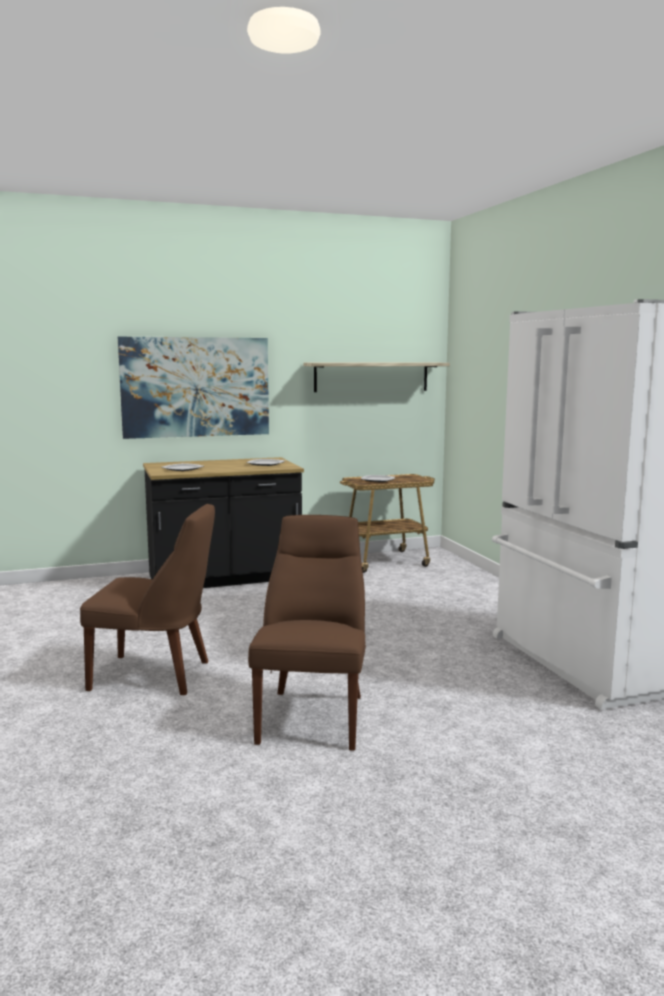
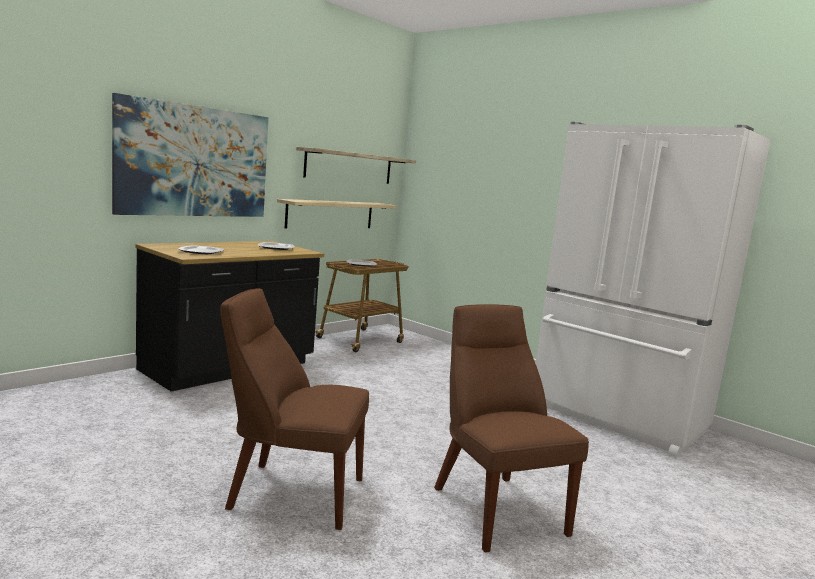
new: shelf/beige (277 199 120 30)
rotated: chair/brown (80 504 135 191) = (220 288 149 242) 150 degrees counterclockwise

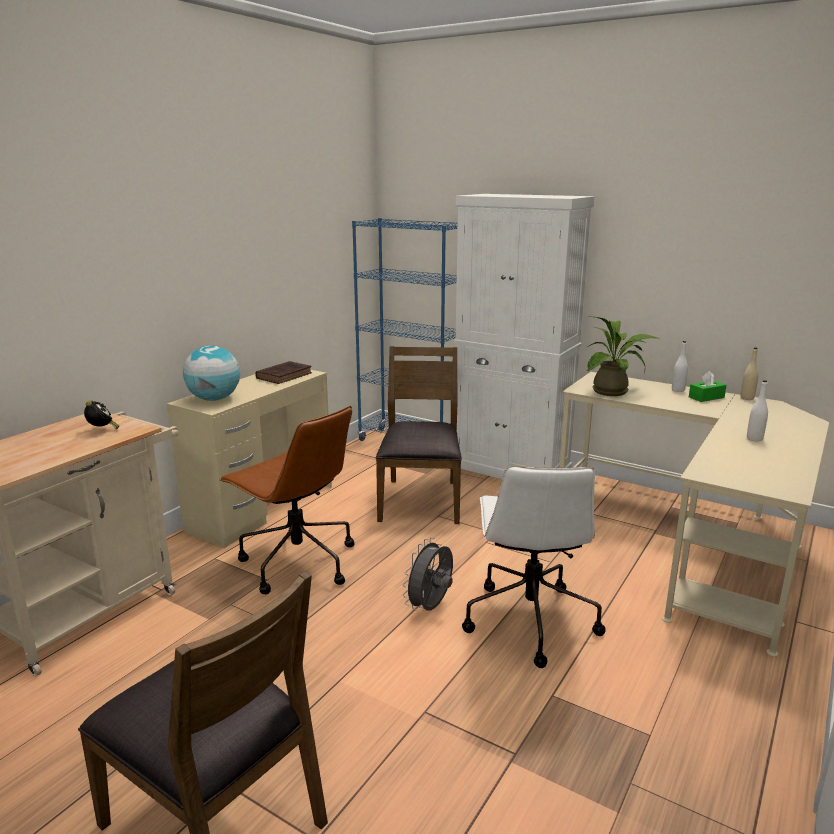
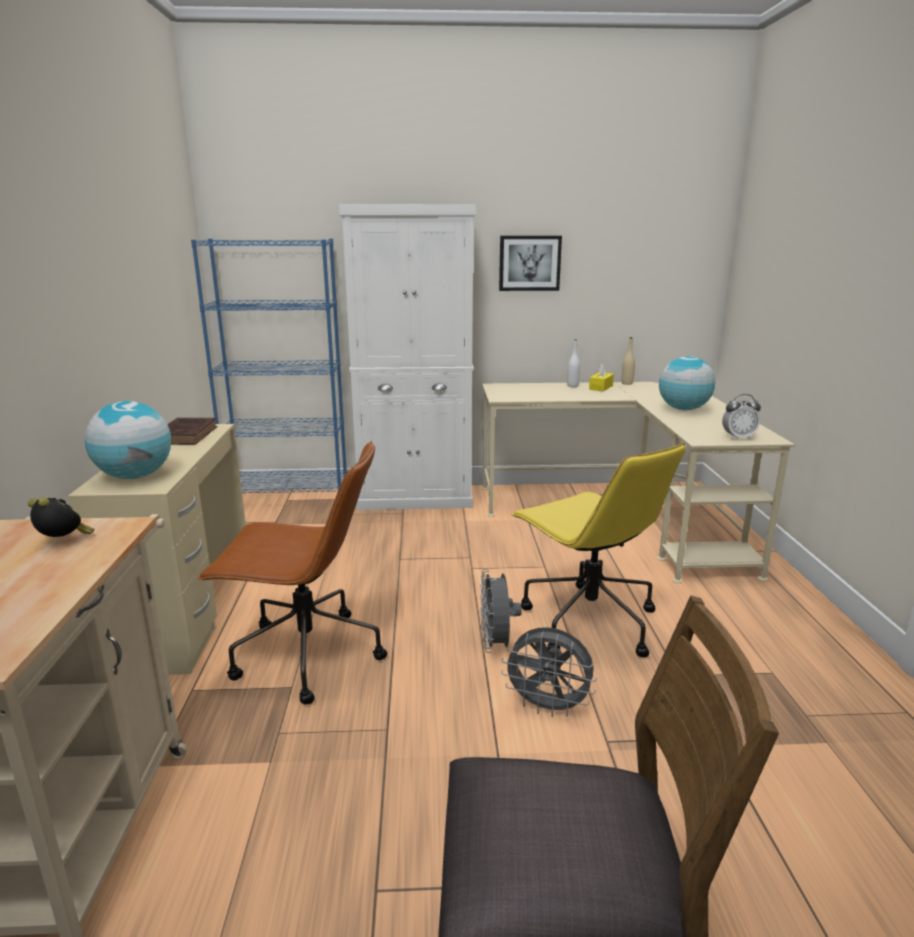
gone: chair/brown (376 346 86 178); potted plant (587 316 73 80)
new: picture (499 236 63 55); fan/grey (501 627 96 90); alarm clock (722 394 39 46)
swapped: bottle/white (747 380 21 61) to globe (659 356 56 54)
repainted: office chair/white (462 466 144 202) to office chair/yellow (511 443 175 214); tissue box/green (689 371 37 31) to tissue box/yellow (589 364 25 28)

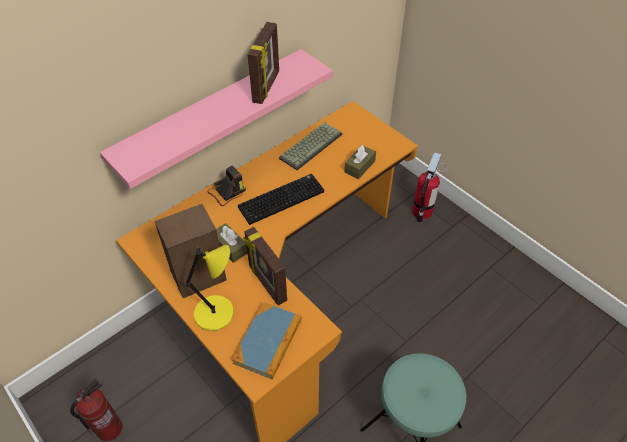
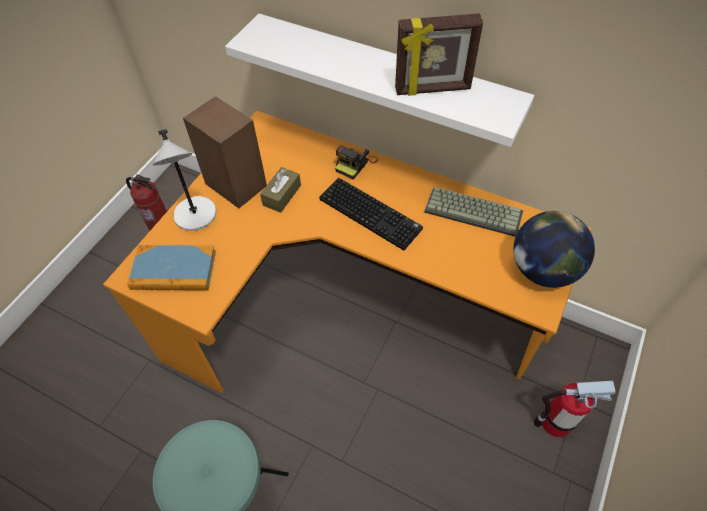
gone: picture frame (243 227 44 79); tissue box/brown (345 145 31 34)
new: globe (513 211 82 77)
repainted: shelf/pink (100 49 233 140) to shelf/white (225 14 310 133); table lamp/yellow (186 245 48 86) to table lamp/grey (152 129 64 102)
rotated: photo camera (207 165 39 41) = (335 145 43 34) 90 degrees clockwise

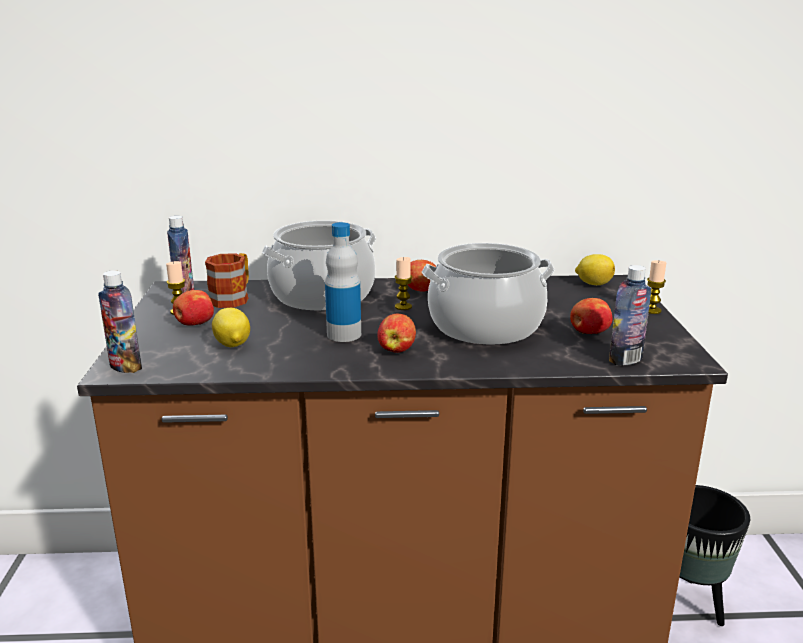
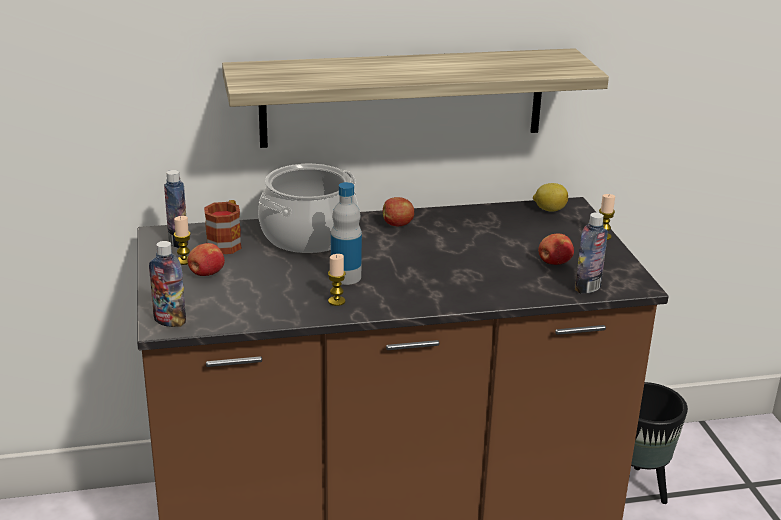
gone: lemon (212 308 38 39); apple (377 314 39 39); cooking pot (422 243 133 101)
new: shelf (222 48 387 100)
shifted: candle (395 257 17 53) to (328 254 18 52)

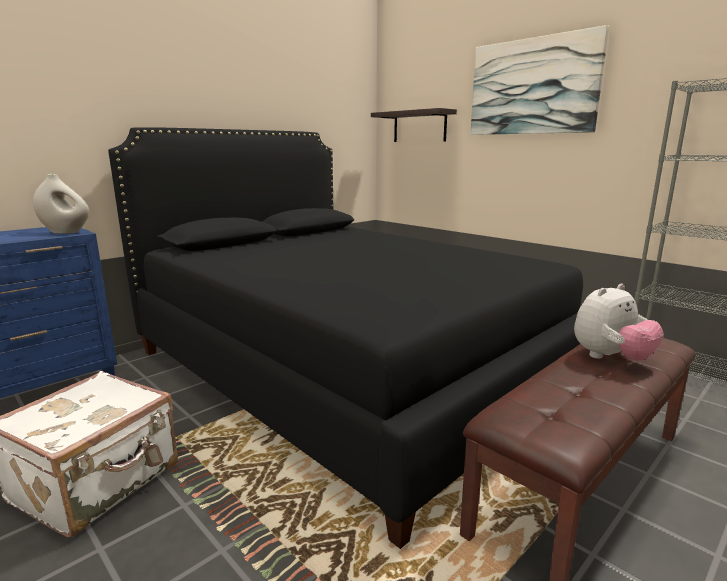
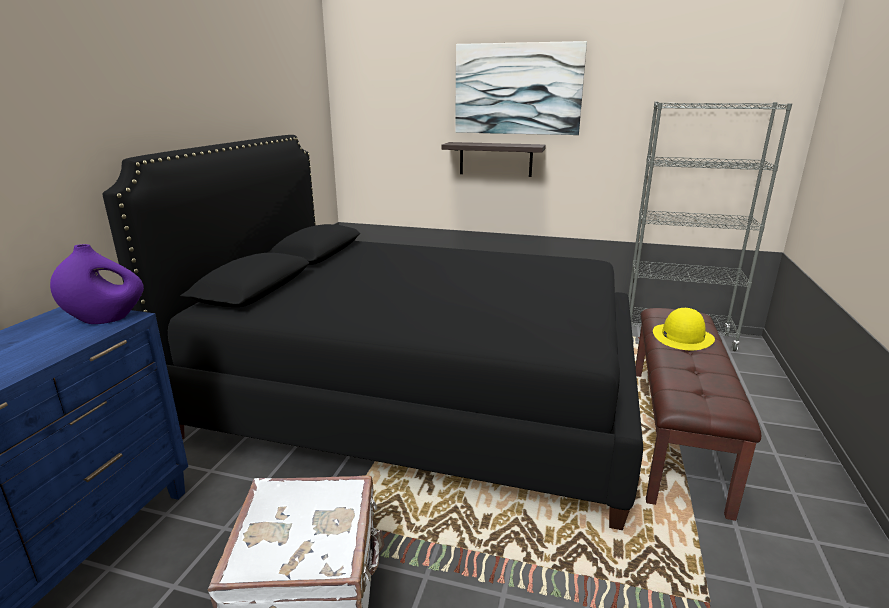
shifted: shelf (371 108 86 34) to (442 142 104 35)
swapped: plush toy (574 284 90 77) to hat/yellow (653 308 62 42)
repainted: vase/white (33 174 56 60) to vase/purple (50 244 94 80)

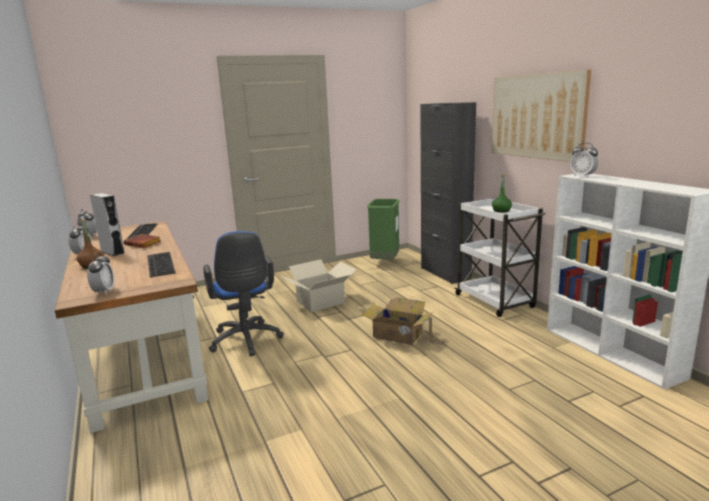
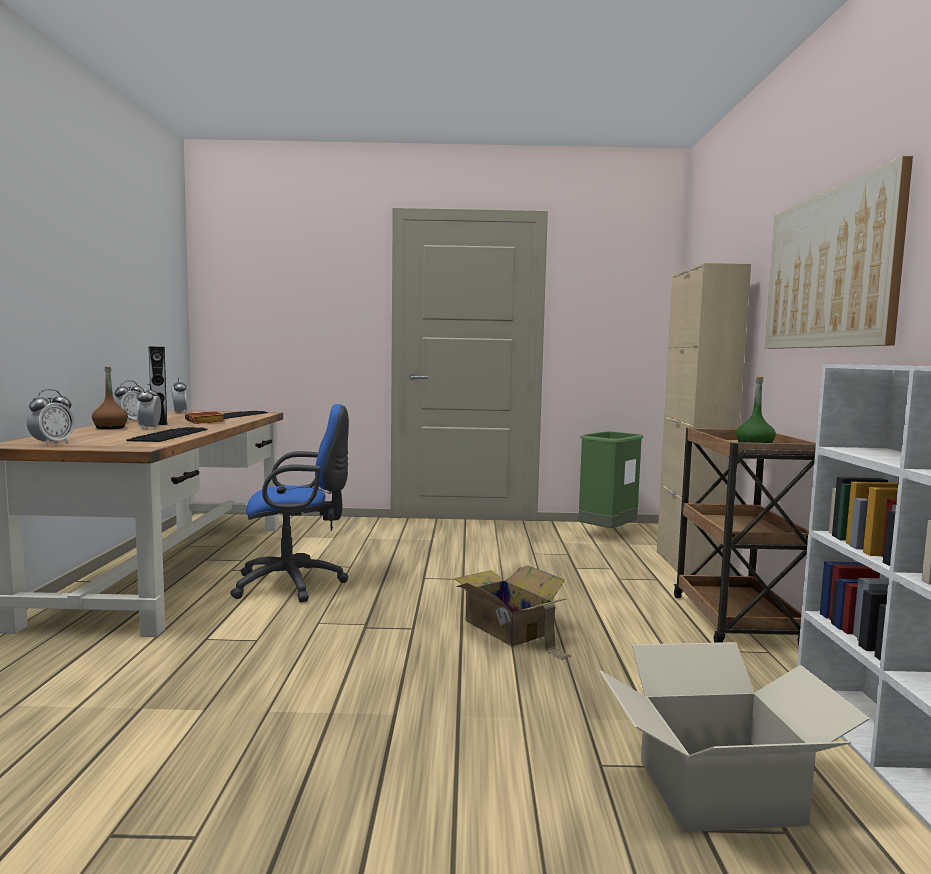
shifted: cardboard box (280 260 77 52) to (600 642 270 190); alarm clock (570 143 29 35) to (137 384 24 46)
repainted: cabinet/black (420 102 56 182) to cabinet/beige (657 263 94 313); cart/white (455 198 91 119) to cart/brown (674 428 142 217)
rotated: office chair/blue (203 231 81 125) = (230 404 119 198) 105 degrees counterclockwise

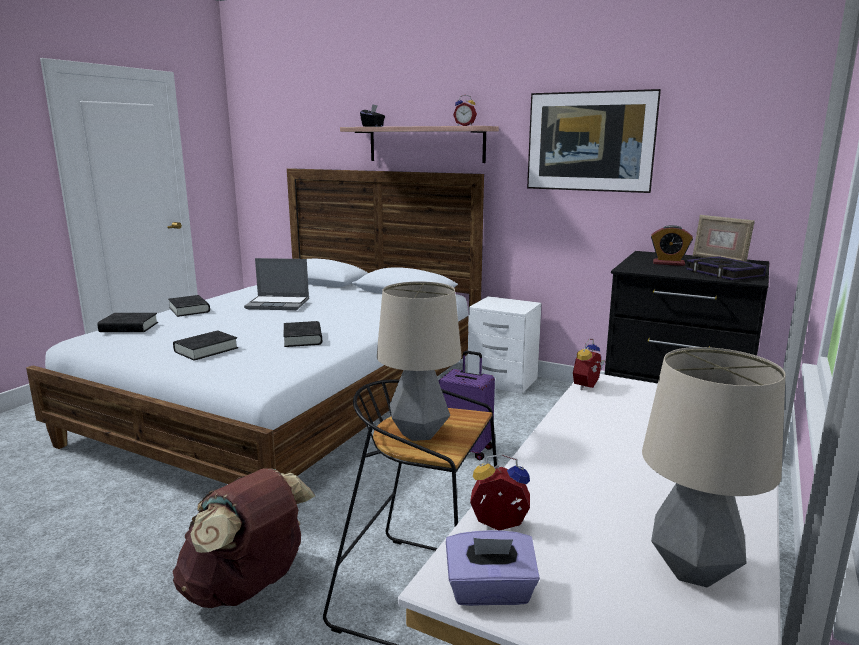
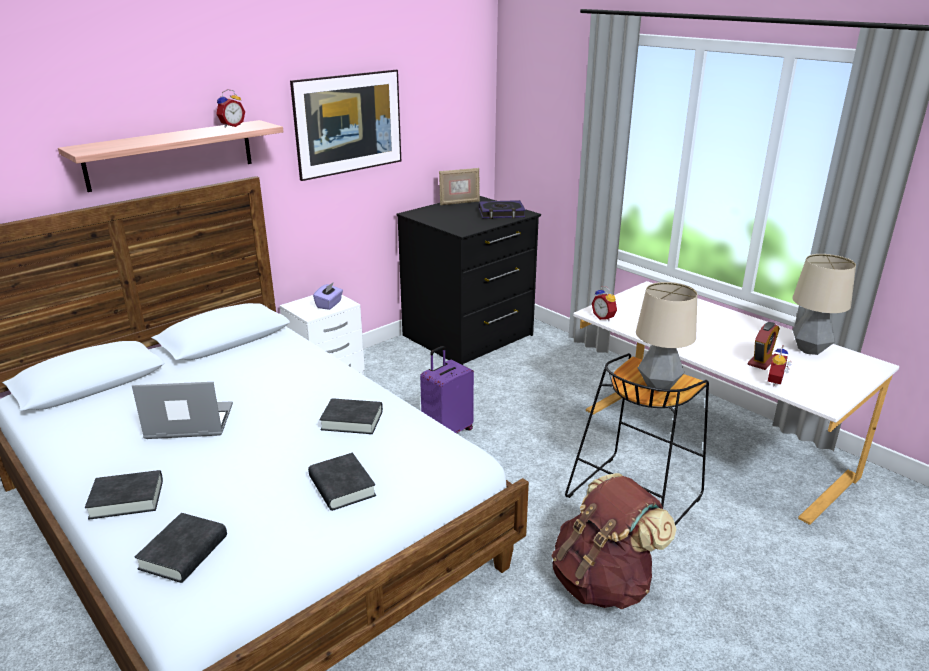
gone: tissue box/black (360 104 25 23)
shifted: tissue box/purple (446 530 94 76) to (313 282 30 28); alarm clock (651 225 42 41) to (748 322 31 48)
rotated: laptop (244 258 65 52) = (132 382 101 57) 120 degrees counterclockwise

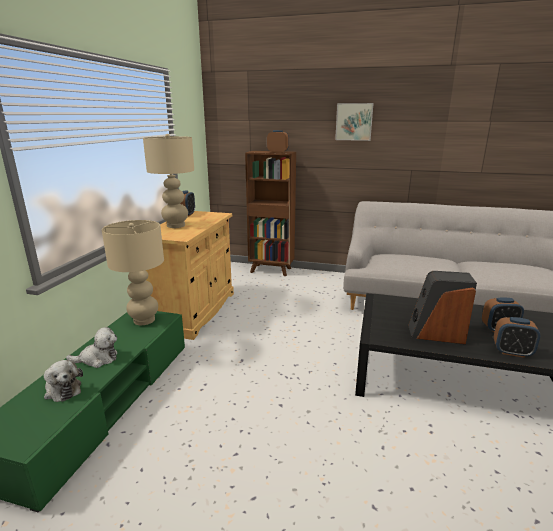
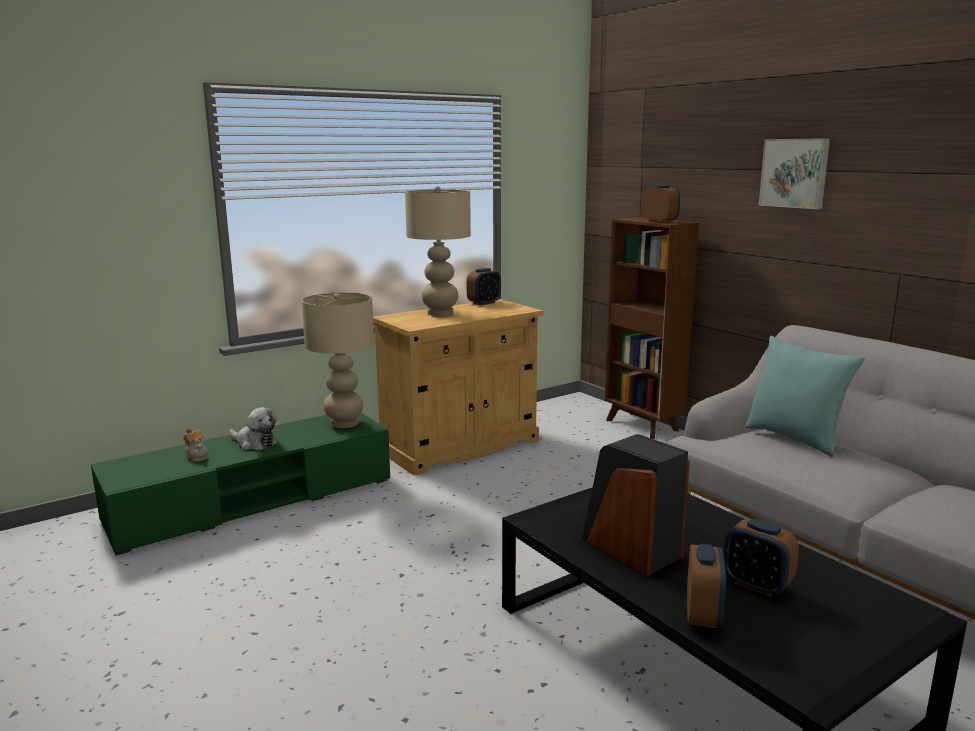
new: pillow/turquoise (745 336 120 121)
swapped: plush toy (44 360 39 42) to teapot (183 428 25 34)
rotated: alarm clock (494 317 47 41) = (687 544 39 84) 135 degrees counterclockwise

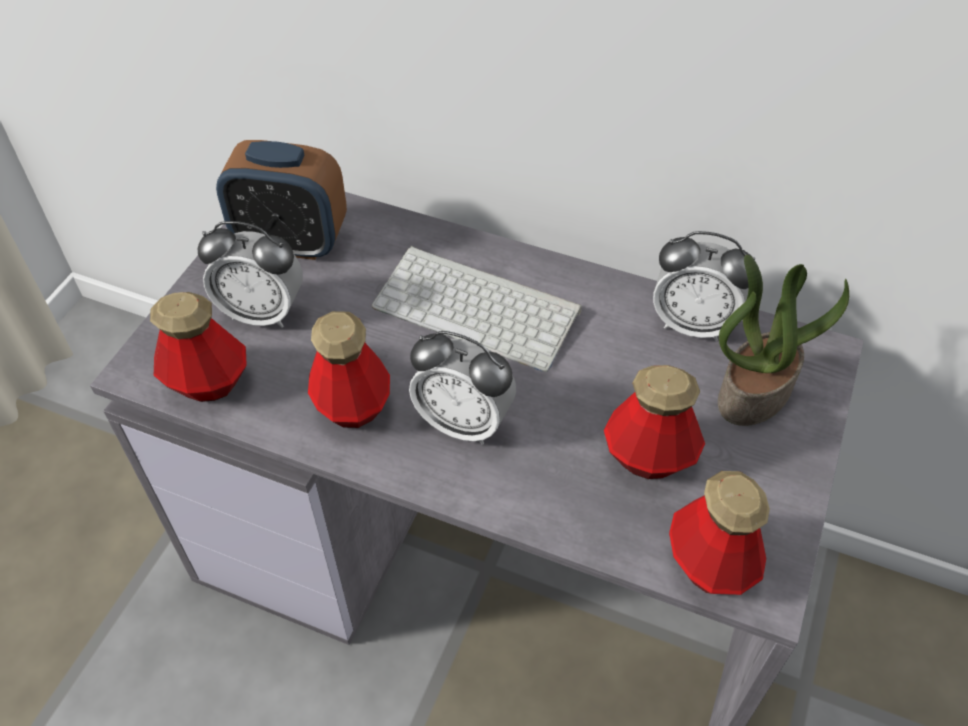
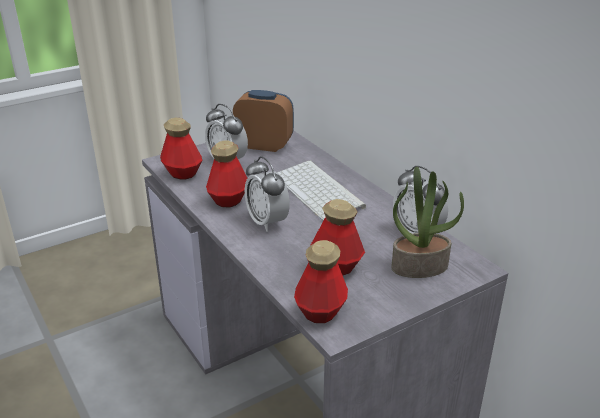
rotated: alarm clock (216 140 131 120) = (233 90 61 62) 150 degrees clockwise

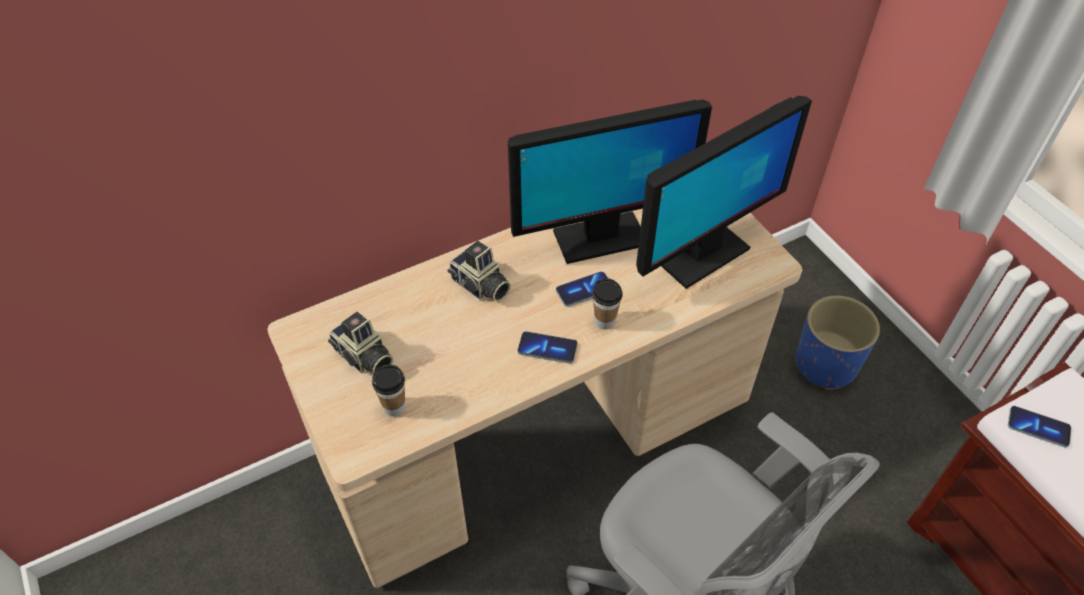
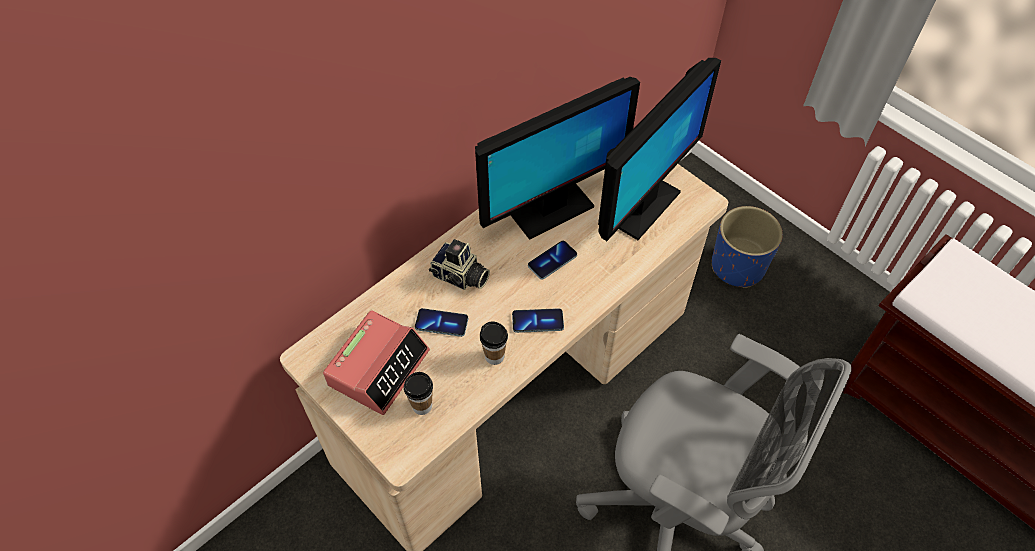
shifted: cup (592 278 31 51) to (480 321 28 44); phone (1008 406 63 41) to (415 308 53 29)
swapped: photo camera (328 312 65 62) to alarm clock (323 310 107 105)

